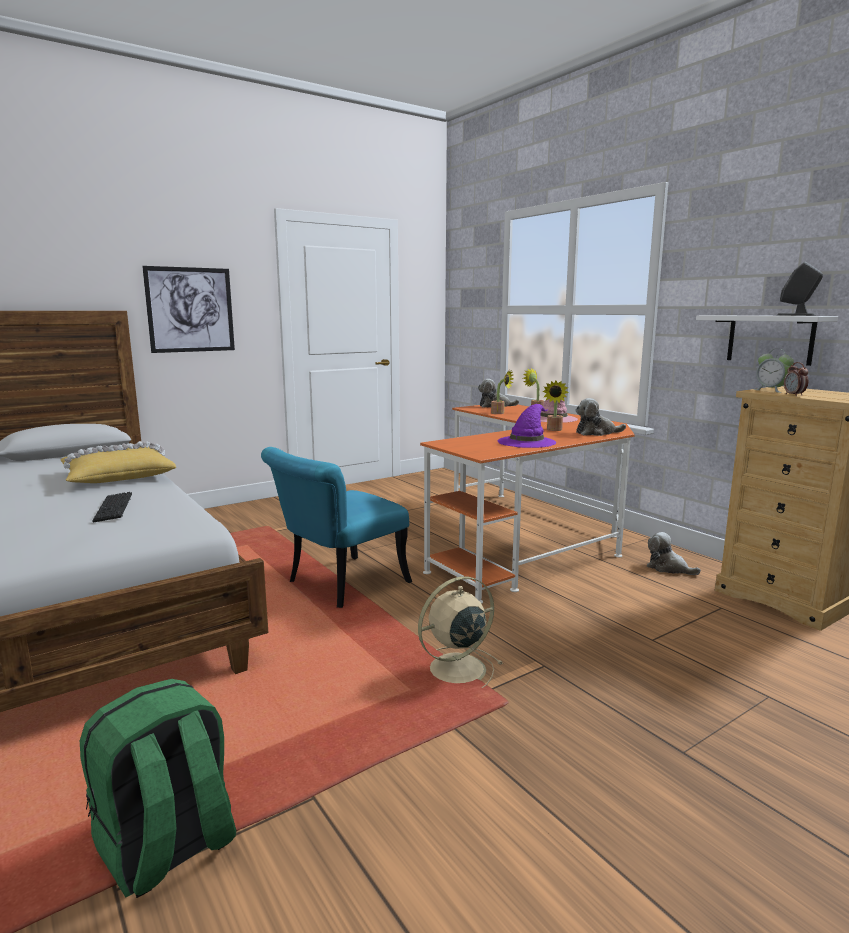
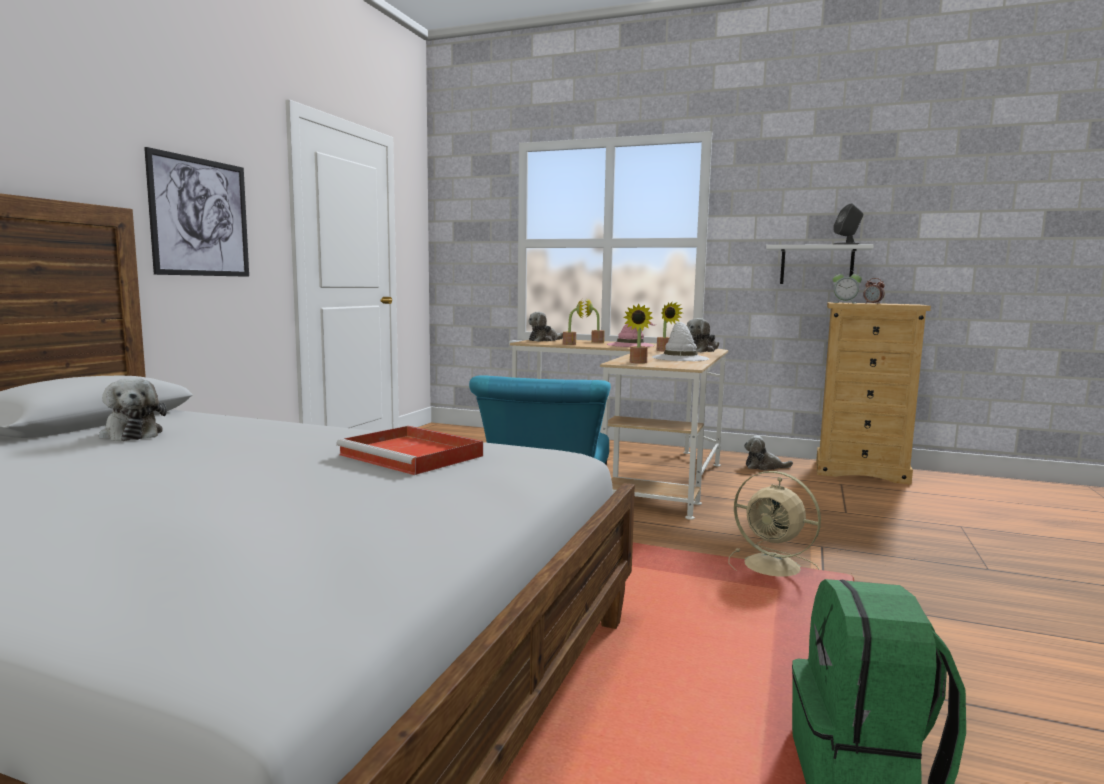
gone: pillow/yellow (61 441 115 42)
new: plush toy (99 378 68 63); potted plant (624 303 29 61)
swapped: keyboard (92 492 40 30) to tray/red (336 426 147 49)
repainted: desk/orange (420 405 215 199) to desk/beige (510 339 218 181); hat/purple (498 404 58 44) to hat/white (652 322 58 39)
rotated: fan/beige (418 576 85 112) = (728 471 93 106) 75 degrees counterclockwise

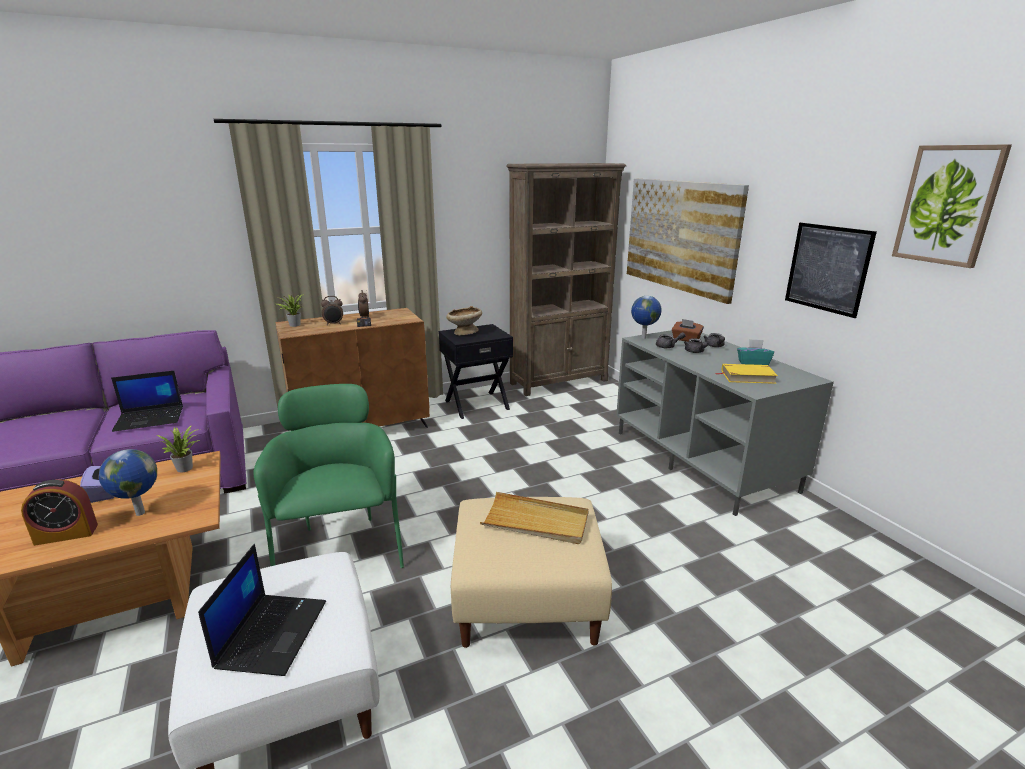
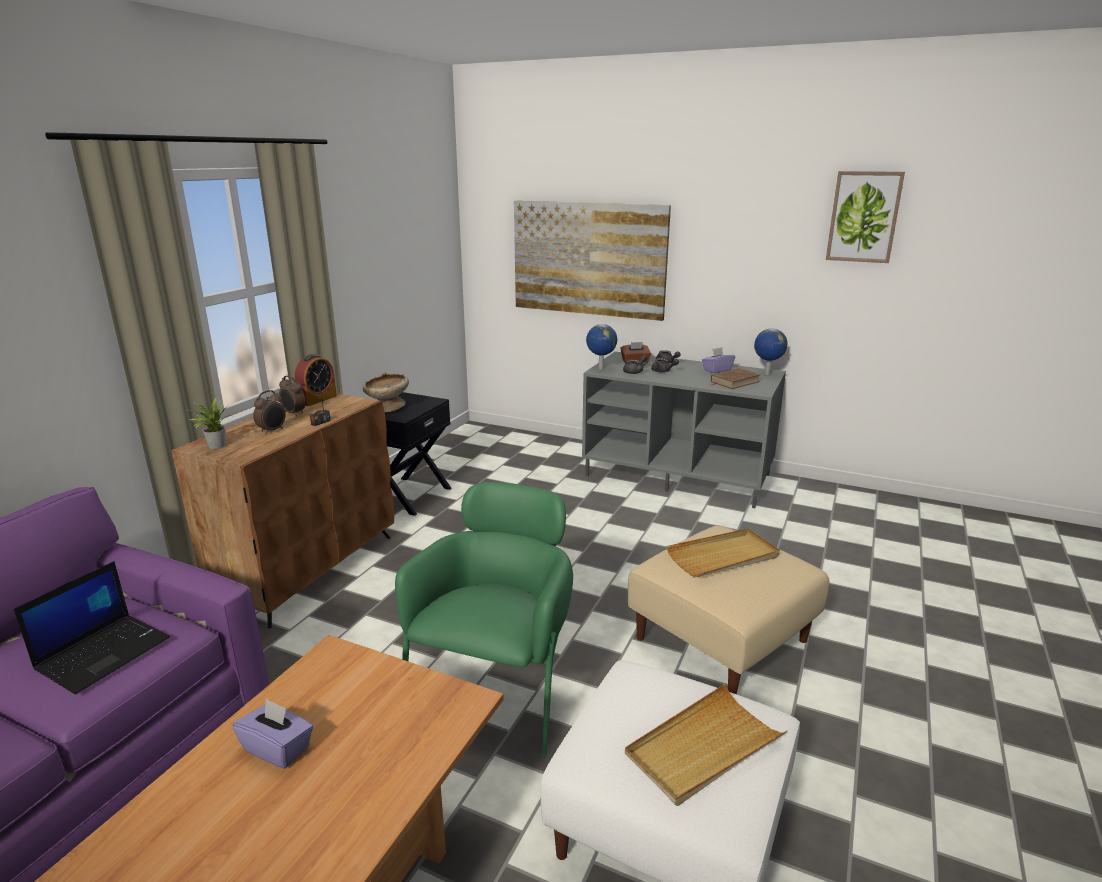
gone: potted plant (156 425 44 47); bookcase/brown (506 163 120 233); picture (785 222 92 96)
shifted: alarm clock (21 479 77 67) to (294 354 43 52); globe (99 449 58 67) to (754 328 33 47)
swapped: laptop (198 544 128 132) to tray/beige (625 683 162 123)
repainted: book/yellow (715 364 63 20) to book/brown (711 368 50 21); tissue box/turquoise (737 339 37 26) to tissue box/purple (702 347 33 27)
rotated: armchair/green (254 384 150 184) = (395 482 178 274) 75 degrees clockwise

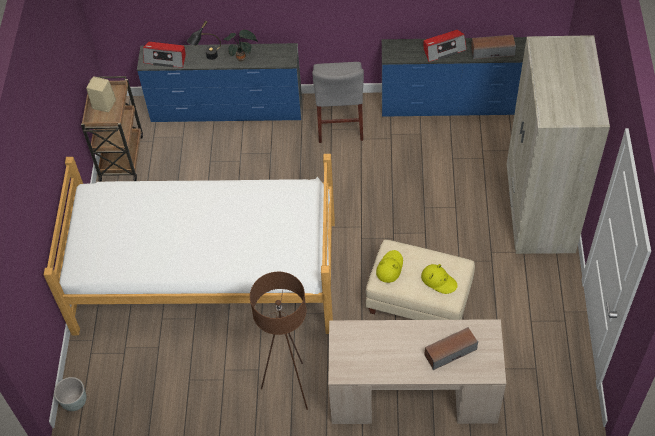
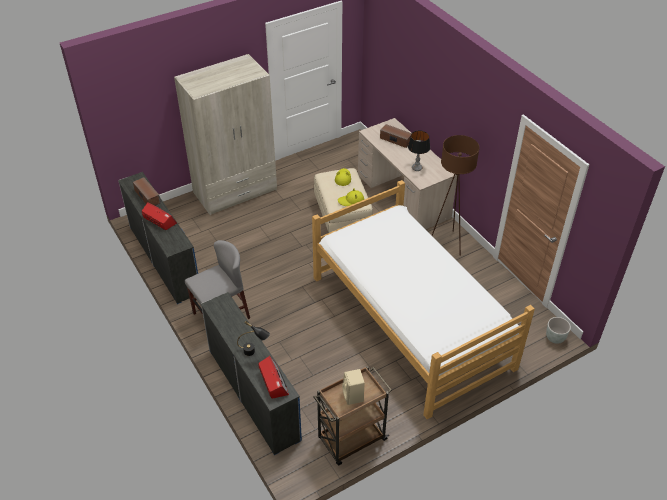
gone: potted plant (223 30 35 32)
new: table lamp (408 131 22 40)

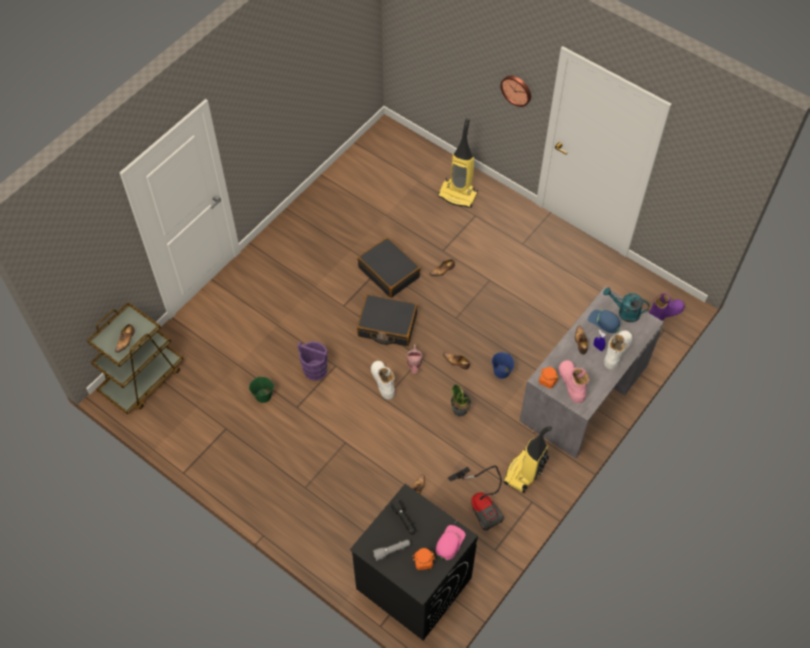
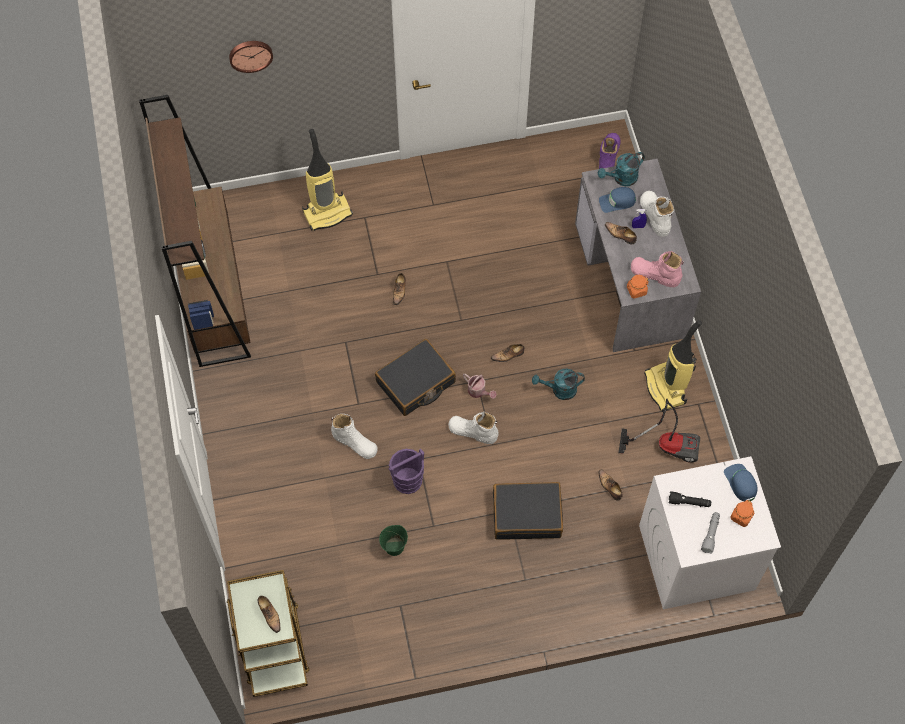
gone: bucket/blue (492 352 22 27)
new: bookcase/brown (139 95 112 272); boot/white (331 414 47 45)
shifted: suitcase/black (358 237 63 61) to (493 482 70 58); wall clock (500 76 31 31) to (229 41 44 32)
swapped: potted plant (451 384 20 32) to watering can/turquoise (532 369 53 31)
repainted: washing machine/black (350 484 128 156) to washing machine/white (639 456 142 153); cap/pink (436 525 29 36) to cap/blue (724 464 34 37)

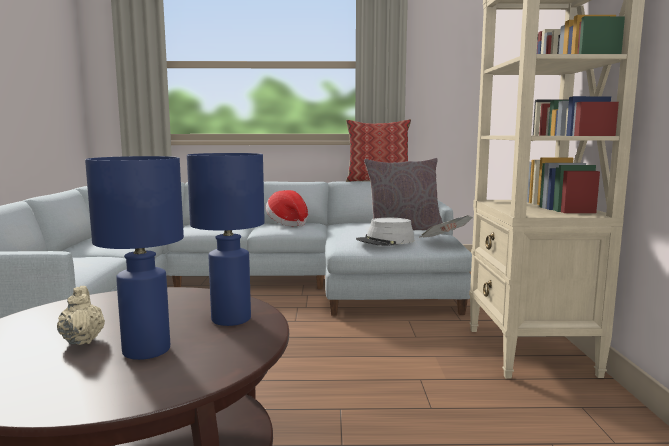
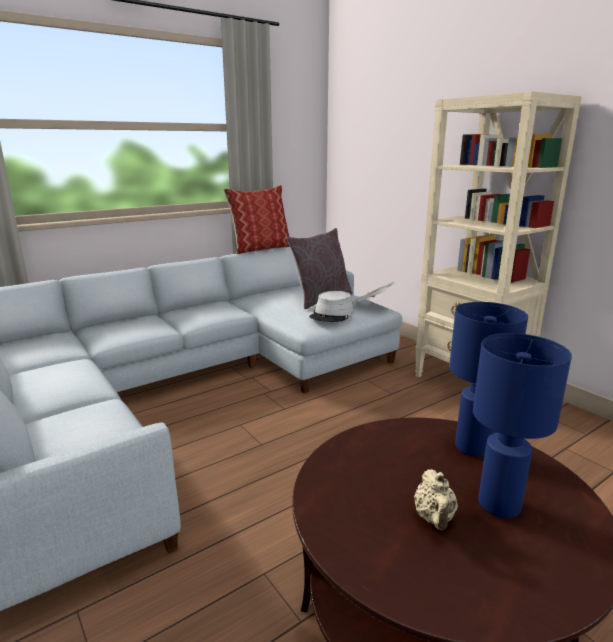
gone: hat (266 190 42 37)
rotated: teapot/beige (57 286 48 59) = (414 469 44 61) 120 degrees counterclockwise

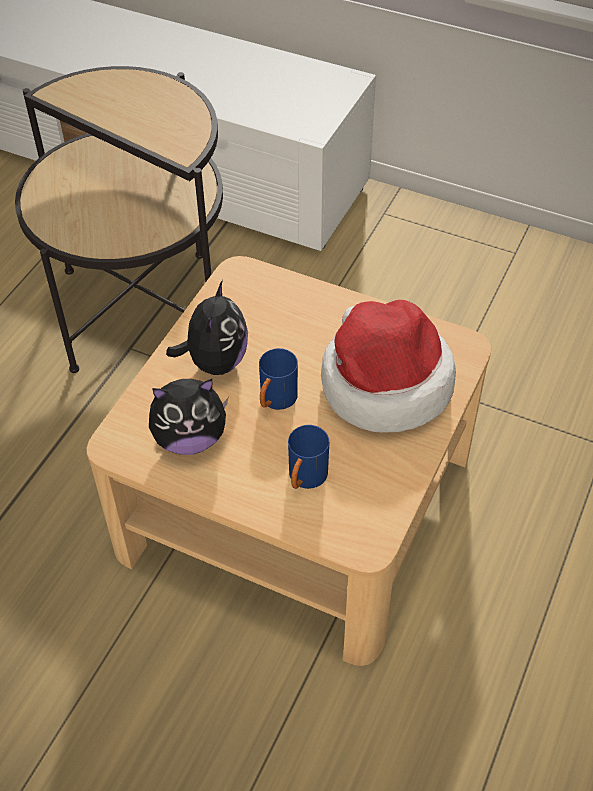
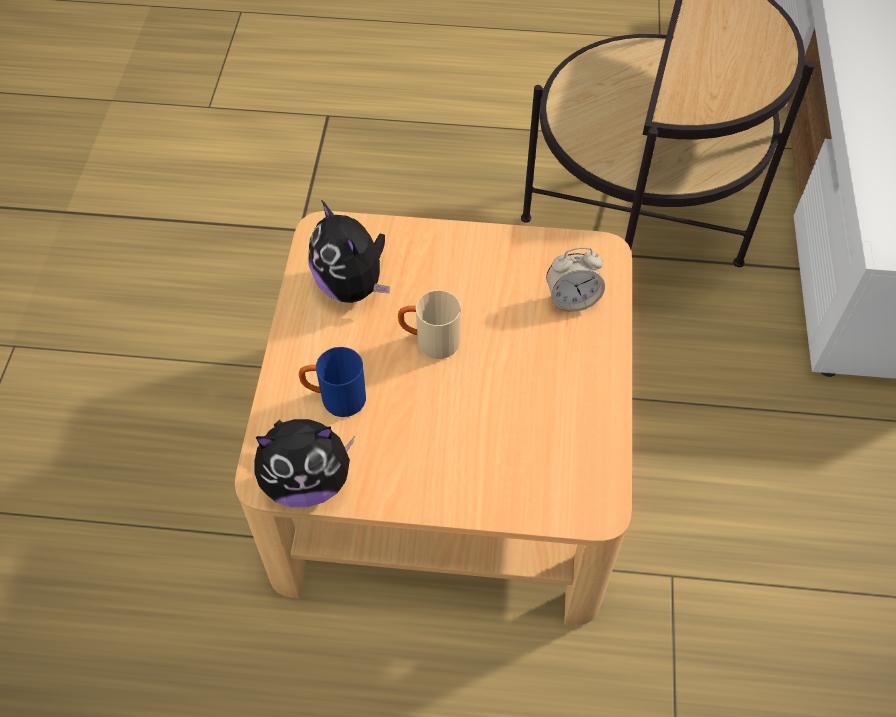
gone: hat (321 300 135 133)
new: alarm clock (546 247 59 65)
shifted: plush toy (166 280 82 95) to (254 419 100 88)
repainted: mug/blue (259 348 39 62) to mug/beige (398 290 63 69)

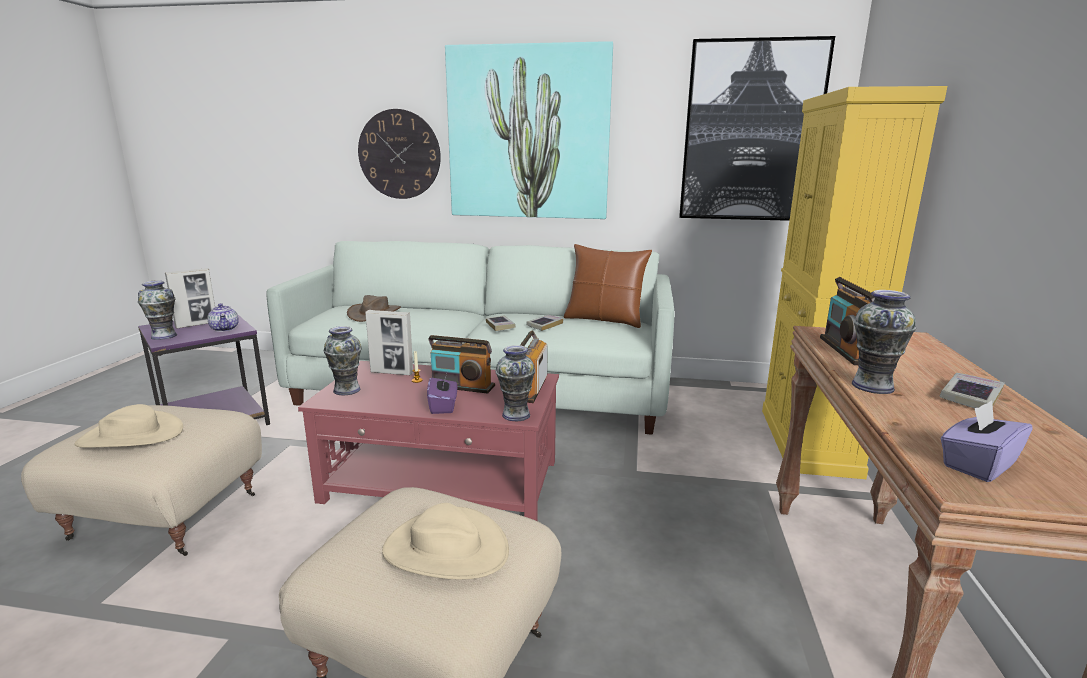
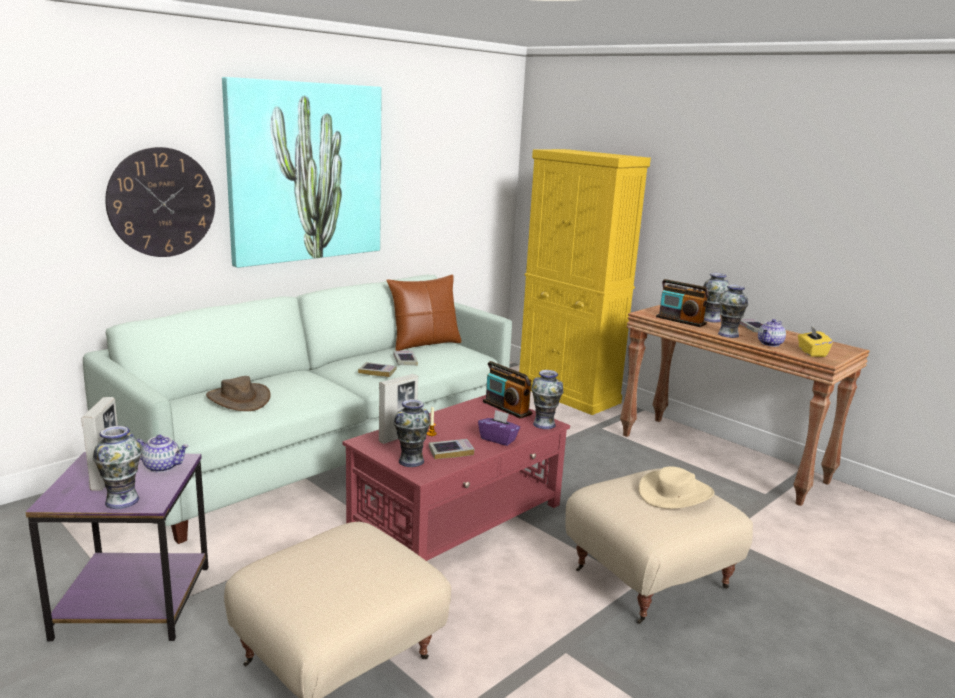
gone: hat/beige (74 404 109 44); radio (428 335 67 59); picture (679 36 156 185)
new: book (429 439 45 20); vase (703 273 26 50); teapot (758 319 28 28)
repainted: tissue box/purple (941 400 91 82) to tissue box/yellow (798 326 35 31)

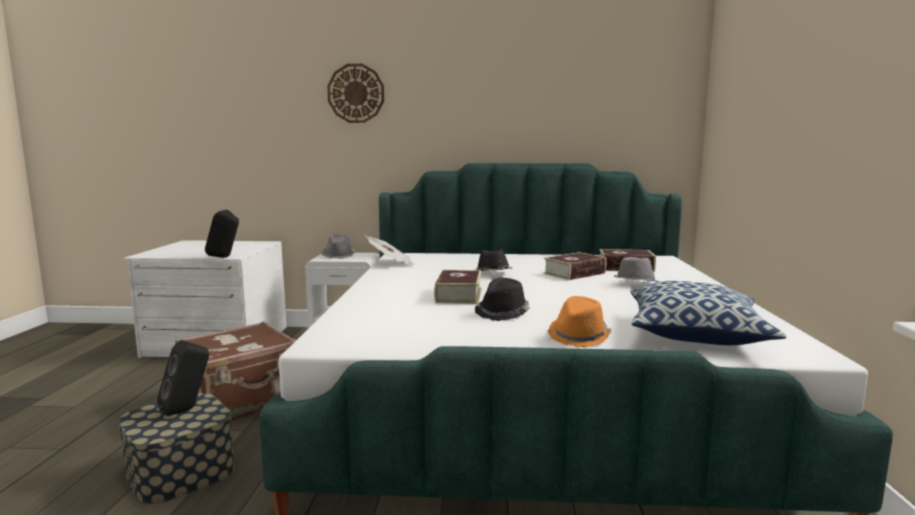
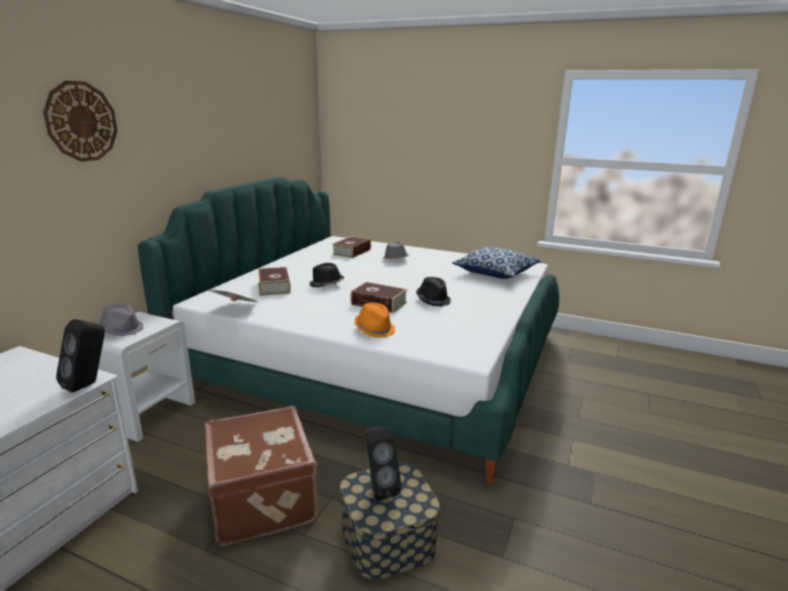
shifted: book (543 252 63 28) to (257 267 34 29); hat/orange (548 296 63 52) to (354 303 41 35)

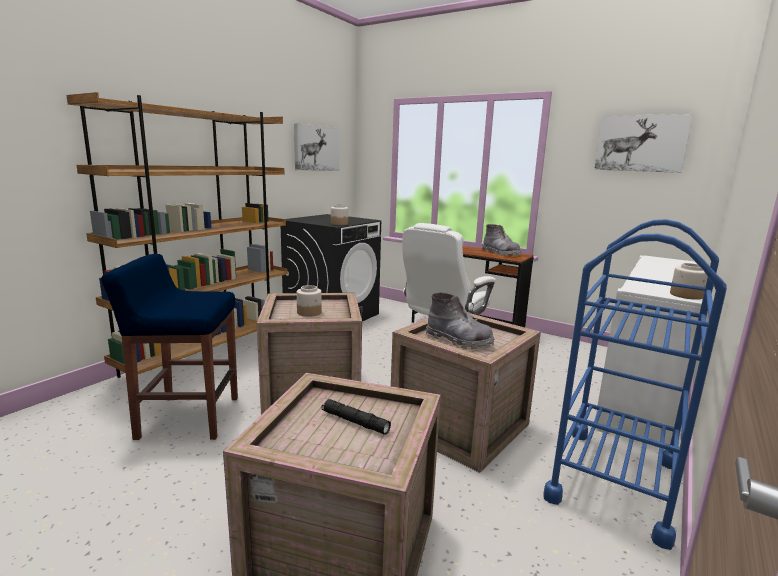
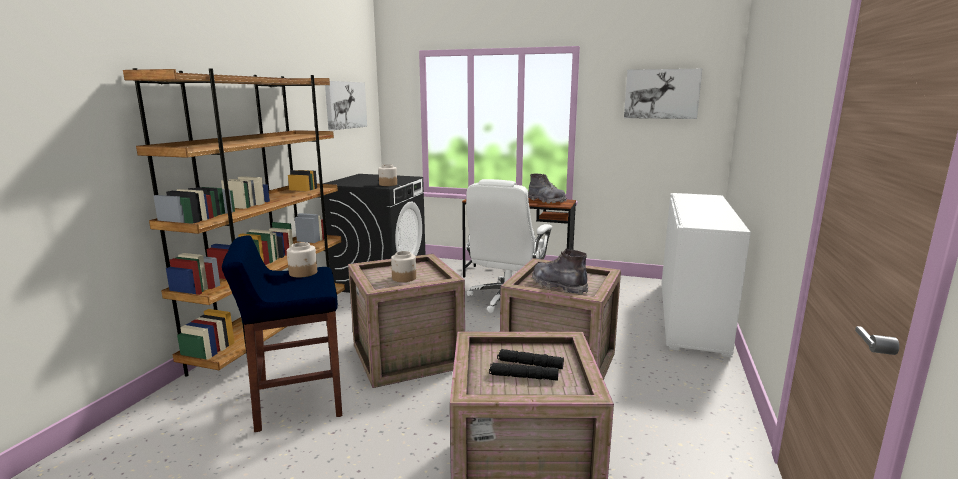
gone: cart/blue (543 219 184 331)
new: flashlight/black (489 363 69 17)
shifted: jar (670 263 38 37) to (287 242 30 36)
rotated: boot/grey (426 292 69 57) = (532 248 56 47) 150 degrees counterclockwise

